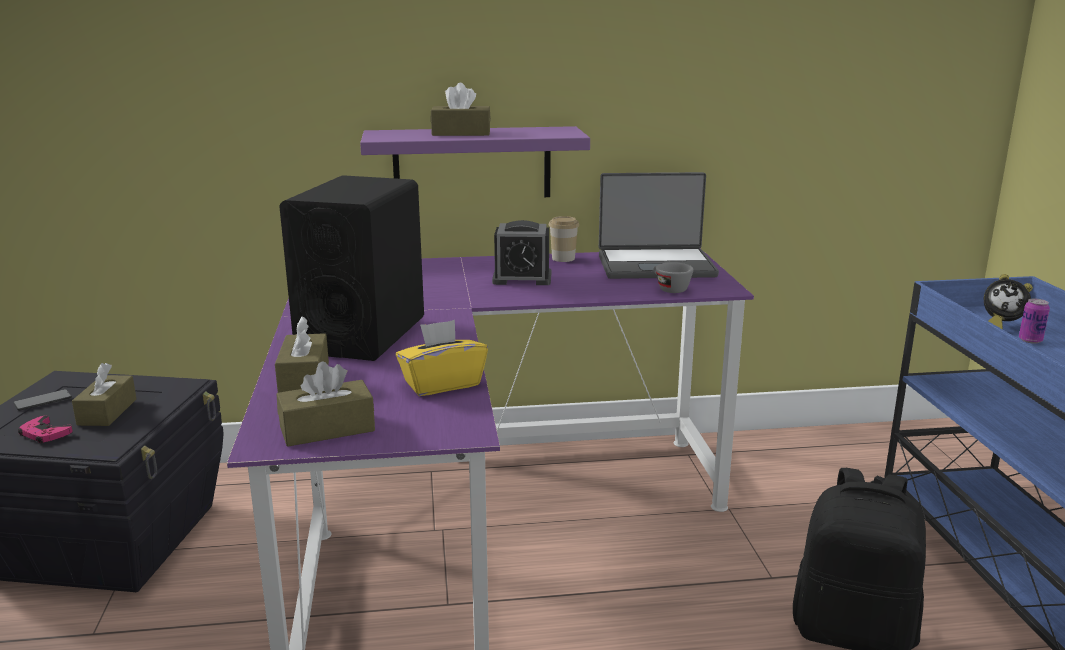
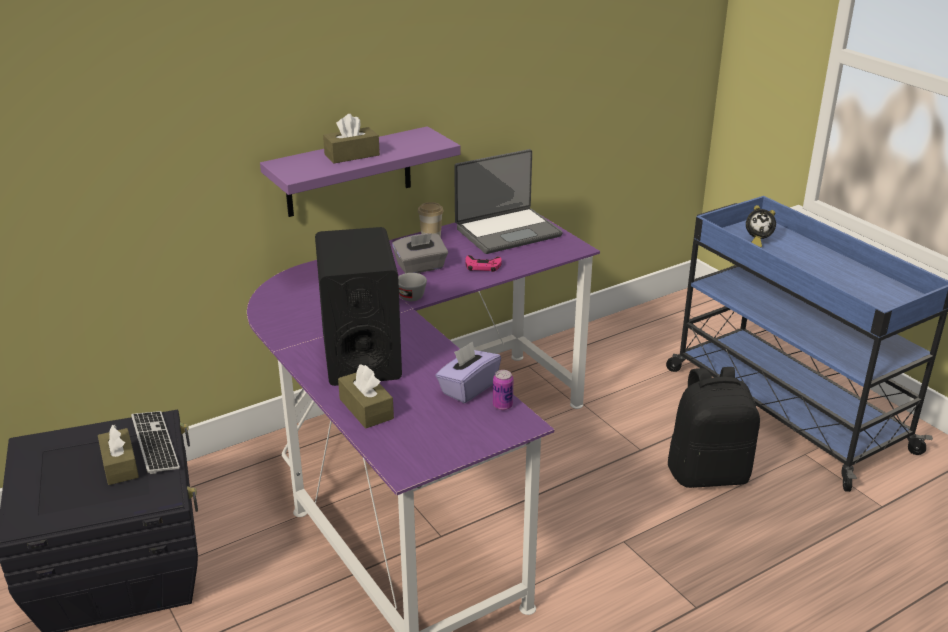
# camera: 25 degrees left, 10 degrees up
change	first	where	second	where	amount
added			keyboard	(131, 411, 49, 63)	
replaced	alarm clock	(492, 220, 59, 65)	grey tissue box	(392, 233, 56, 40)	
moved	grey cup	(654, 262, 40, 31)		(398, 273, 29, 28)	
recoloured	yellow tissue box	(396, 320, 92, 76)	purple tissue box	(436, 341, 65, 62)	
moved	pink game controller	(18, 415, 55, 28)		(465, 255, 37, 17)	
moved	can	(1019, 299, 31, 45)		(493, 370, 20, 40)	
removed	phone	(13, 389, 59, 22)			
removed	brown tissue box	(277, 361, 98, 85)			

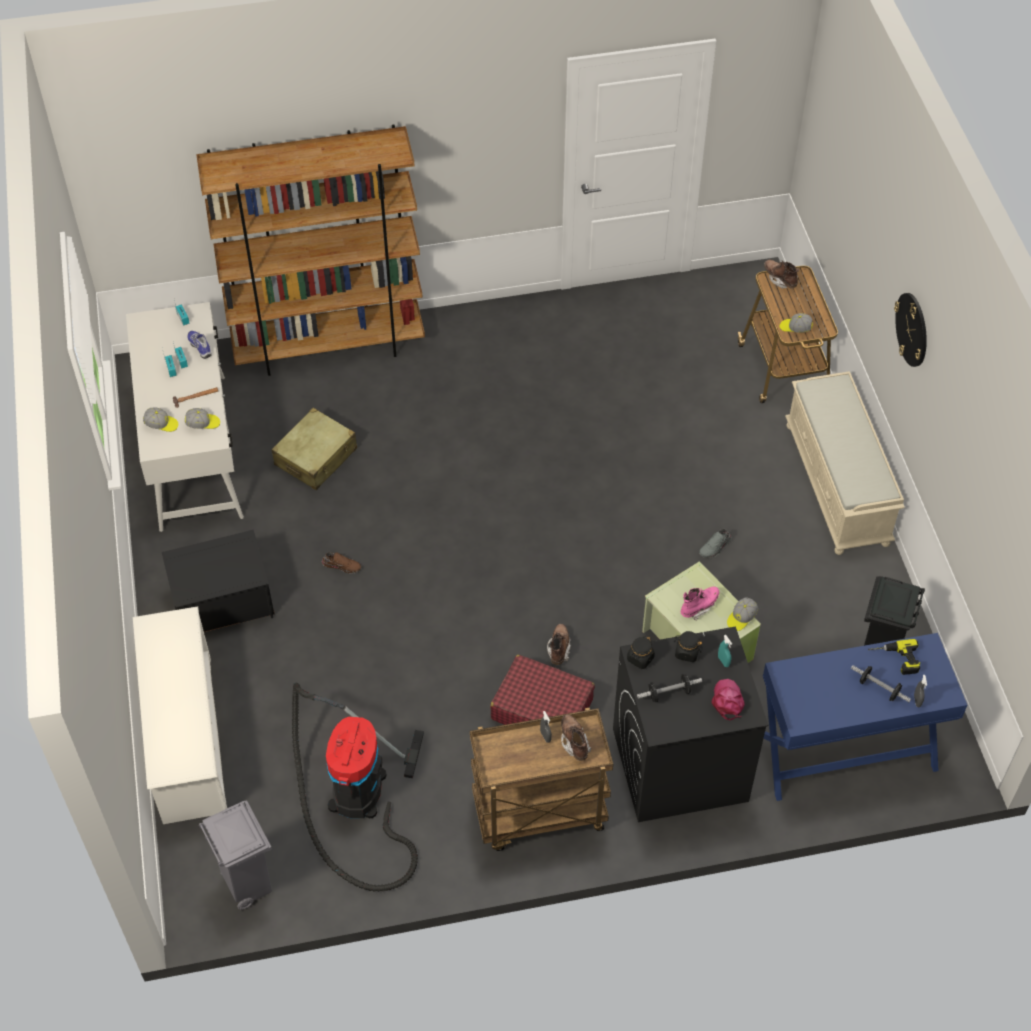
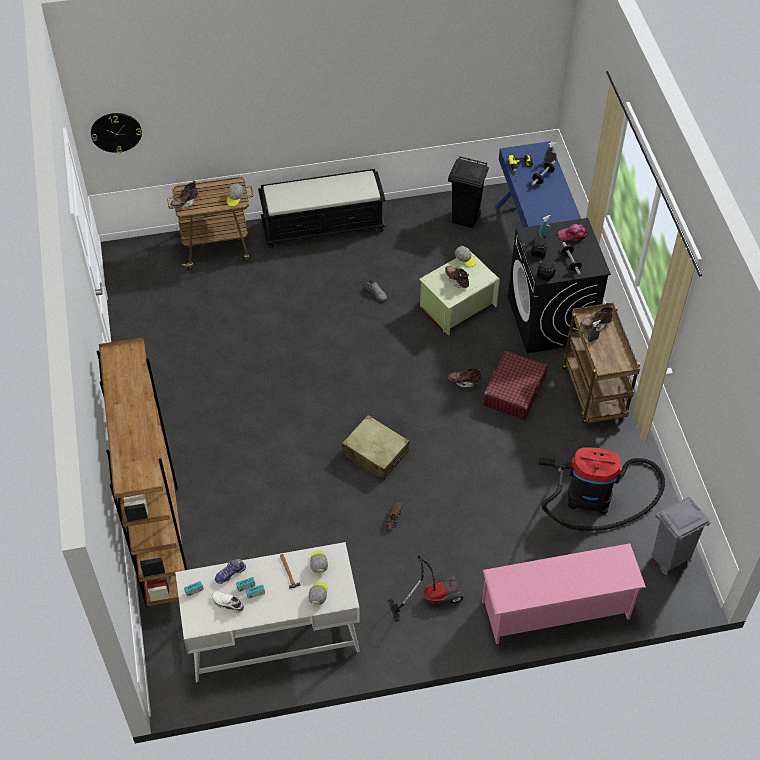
# camera: 90 degrees left, 0 degrees up
change	first	where	second	where	amount
moved	wall clock	(894, 293, 33, 74)		(91, 113, 51, 40)	
added			white shoe	(212, 591, 32, 22)	
recoloured	beige bench	(785, 371, 120, 184)	black bench	(258, 169, 128, 79)	
moved	beige suitcase	(271, 408, 86, 82)		(342, 415, 68, 65)	
replaced	black storage box	(162, 530, 113, 102)	vacuum cleaner	(388, 555, 76, 67)	
recoloured	pink boot	(681, 587, 38, 33)	brown boot	(445, 266, 24, 22)	
recoloured	white shoe rack	(133, 606, 94, 218)	pink shoe rack	(482, 543, 164, 101)	

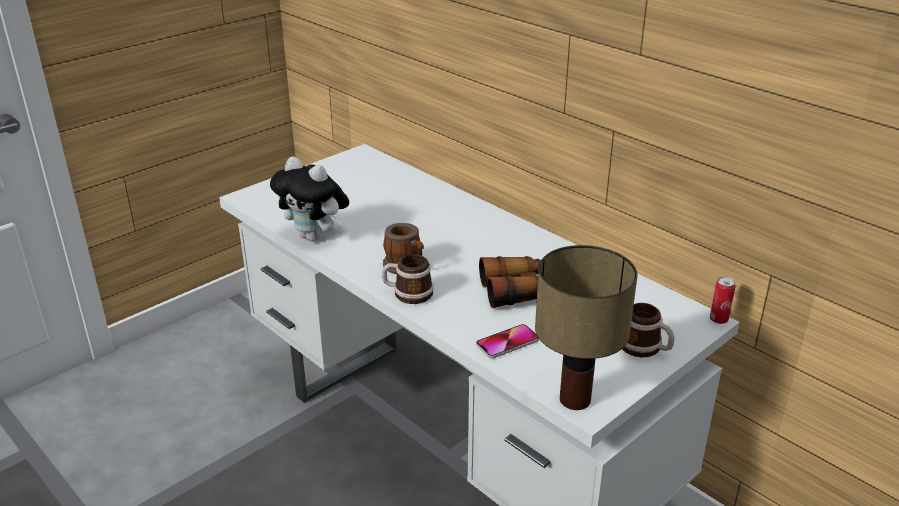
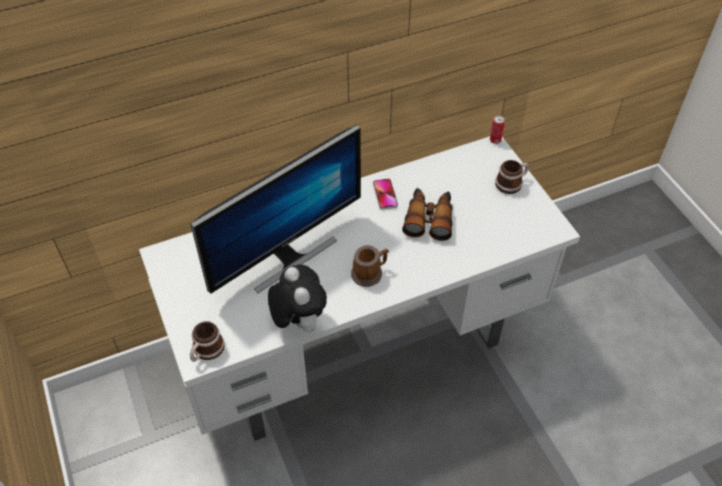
# camera: 70 degrees left, 20 degrees up
change	first	where	second	where	amount
added			monitor	(190, 125, 171, 168)	
moved	mug	(382, 254, 52, 50)		(190, 321, 35, 41)	
turned	plush toy	(270, 157, 79, 85)		(268, 264, 59, 68)	75 degrees counterclockwise
moved	phone	(476, 324, 63, 34)		(373, 179, 25, 31)	
removed	table lamp	(535, 245, 103, 165)			

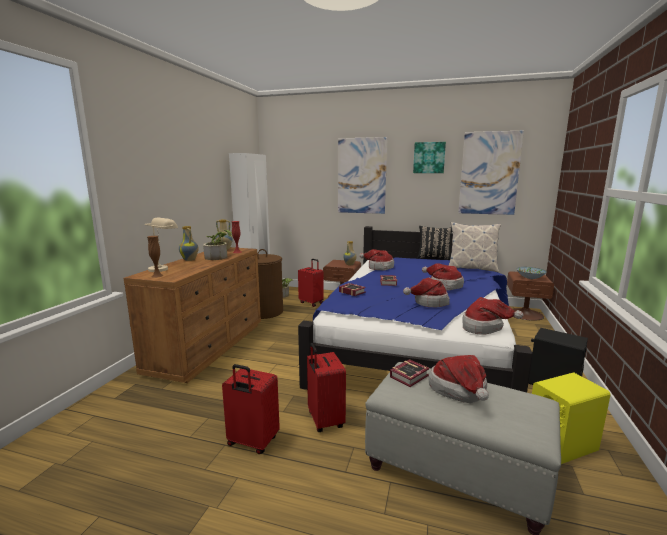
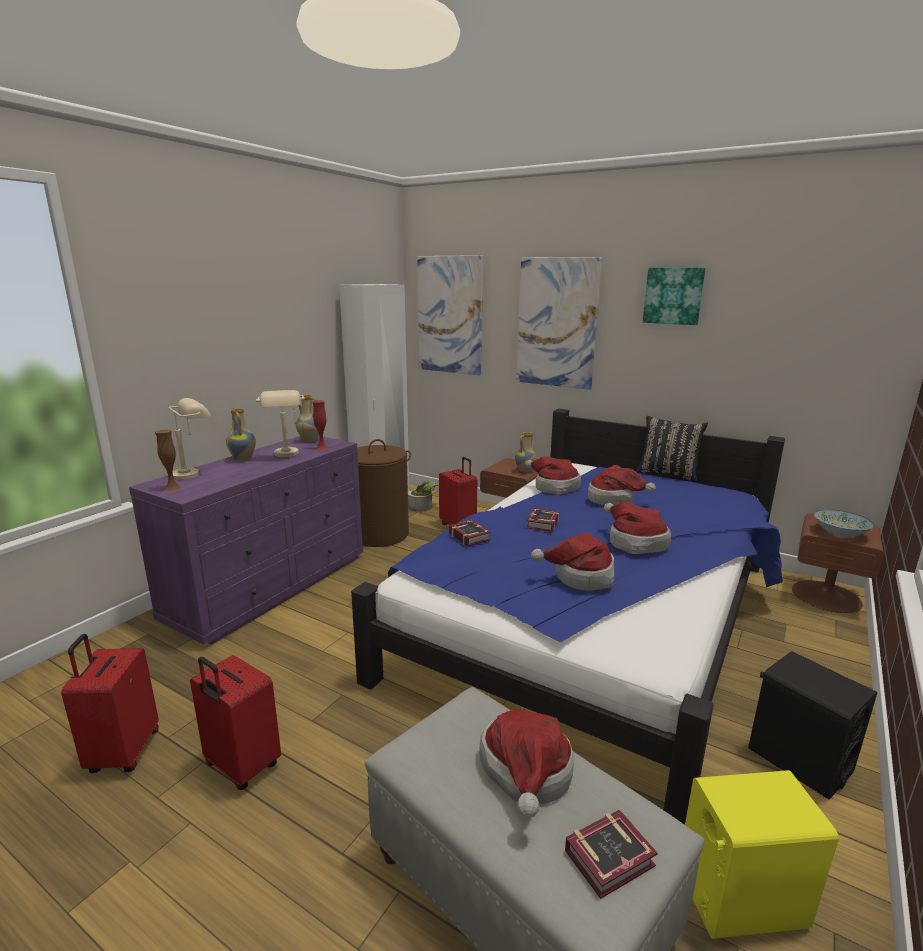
# camera: 15 degrees right, 5 degrees up
change	first	where	second	where	amount
moved	red suitcase	(307, 343, 39, 89)		(61, 634, 98, 139)	
recoloured	brown dresser	(123, 247, 138, 136)	purple dresser	(129, 436, 234, 209)	
replaced	potted plant	(203, 230, 29, 30)	beige table lamp	(256, 390, 49, 67)	
moved	picture	(458, 131, 66, 84)		(417, 255, 66, 121)	
moved	book	(390, 359, 40, 28)		(565, 810, 93, 89)	
moved	hat	(463, 297, 61, 38)		(588, 465, 68, 40)	
removed	pillow	(448, 222, 53, 50)			

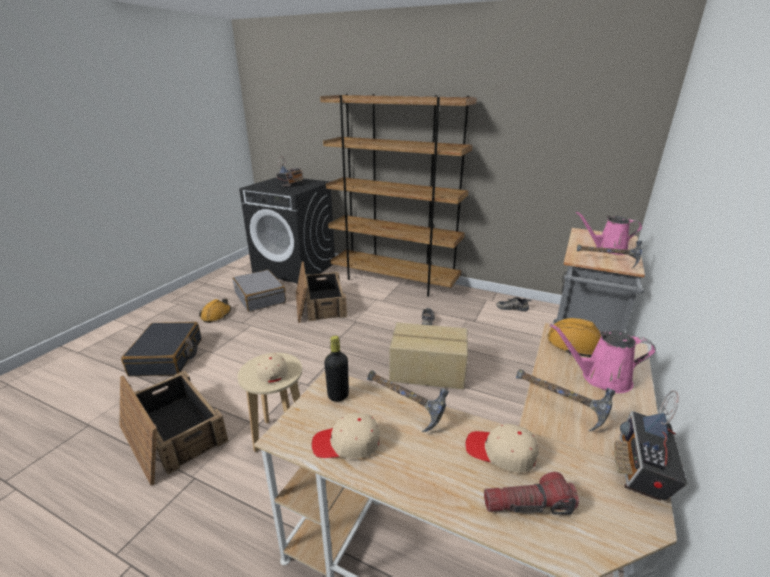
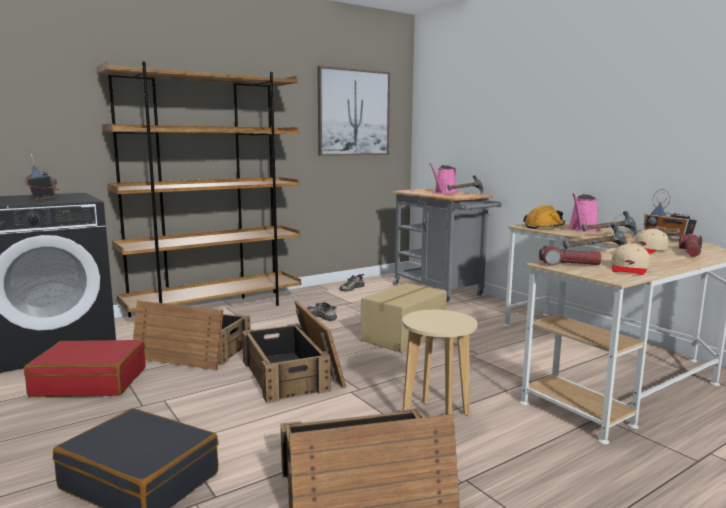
# camera: 60 degrees left, 15 degrees down
change	first	where	second	where	amount
recoloured	grey suitcase	(233, 270, 53, 42)	red suitcase	(24, 340, 121, 57)	
added			crate	(242, 301, 104, 102)	
added			picture	(317, 66, 73, 90)	
replaced	black bottle	(324, 336, 25, 66)	flashlight	(539, 246, 62, 19)	
removed	orange hard hat	(199, 298, 32, 25)			
removed	beige cap	(256, 354, 32, 29)			

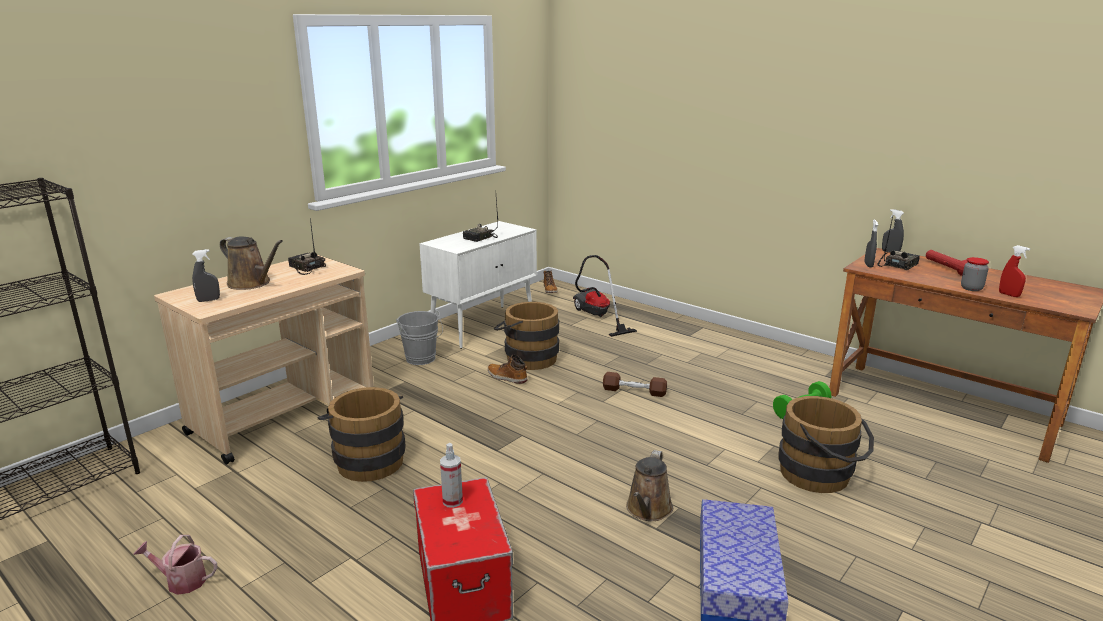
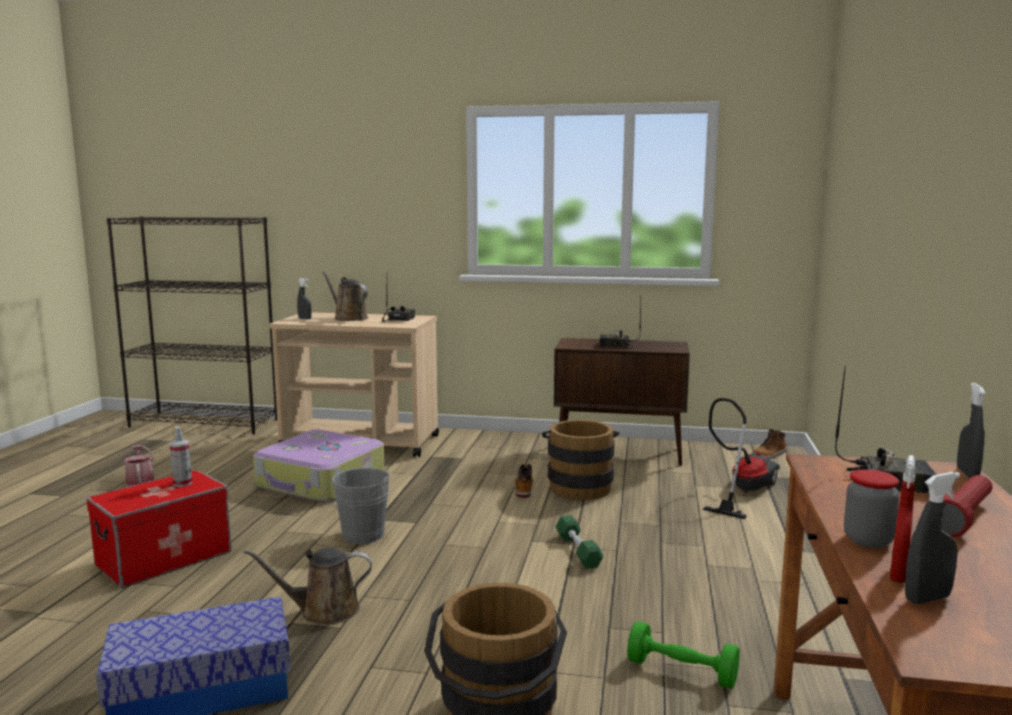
# camera: 60 degrees right, 10 degrees down
change	first	where	second	where	amount
replaced	brown bucket	(317, 387, 89, 95)	suitcase	(253, 430, 132, 72)	
turned	brown watering can	(220, 236, 63, 54)		(322, 271, 46, 50)	135 degrees clockwise
moved	grey bucket	(396, 310, 47, 55)		(323, 467, 67, 77)	
recoloured	white cabinet	(419, 221, 118, 128)	brown cabinet	(554, 338, 136, 128)	
recoloured	brown dumbbell	(603, 372, 64, 25)	green dumbbell	(556, 515, 47, 54)	
moved	grey spray bottle	(864, 219, 14, 49)		(905, 472, 55, 132)	

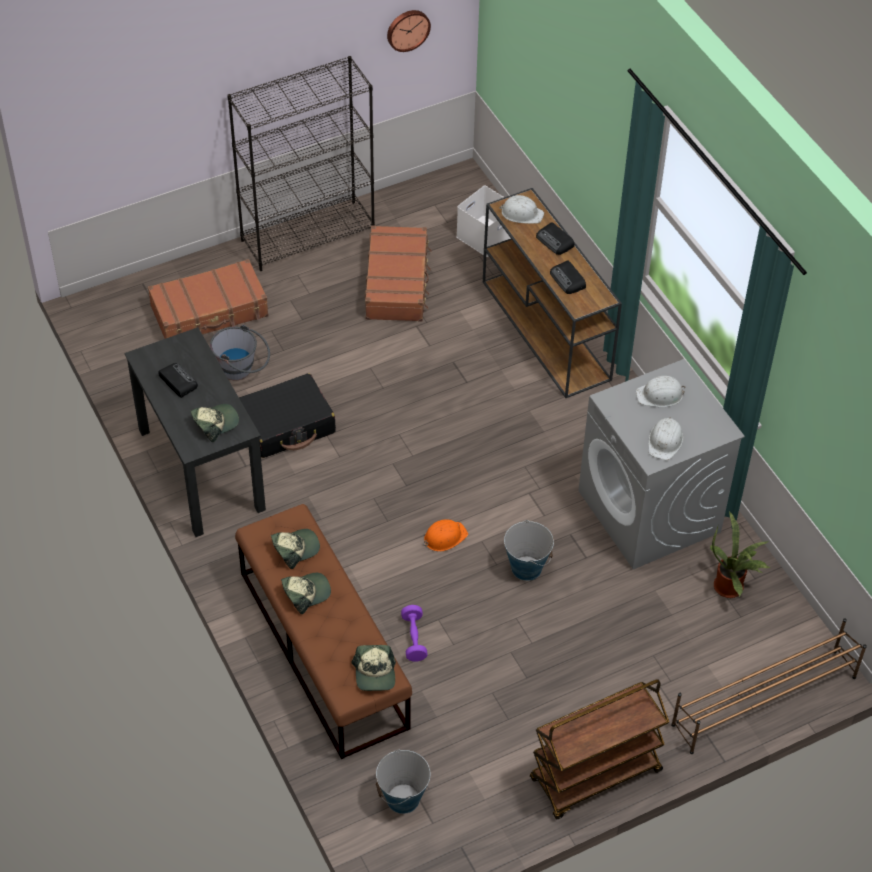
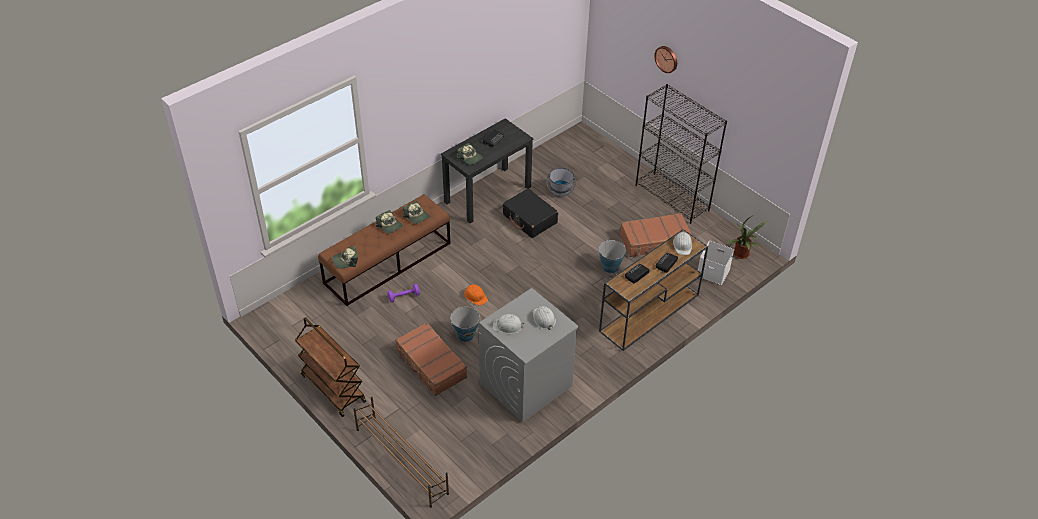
# camera: 75 degrees right, 5 degrees down
change	first	where	second	where	amount
moved	brown suitcase	(148, 259, 121, 80)		(395, 322, 72, 74)	
moved	bucket	(376, 749, 54, 65)		(598, 240, 28, 33)	
moved	wall clock	(387, 10, 44, 42)		(654, 46, 23, 27)	
moved	potted plant	(710, 511, 60, 87)		(727, 216, 40, 43)	

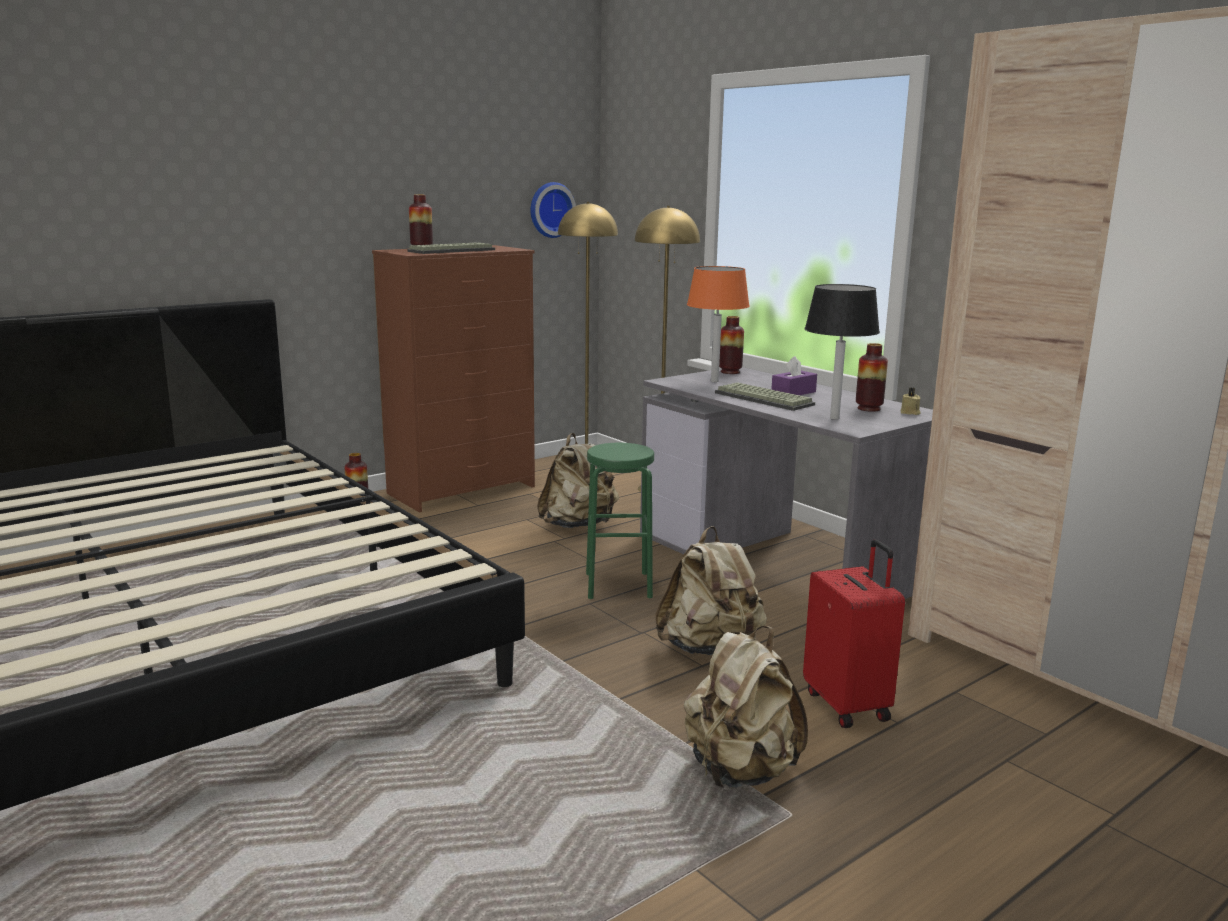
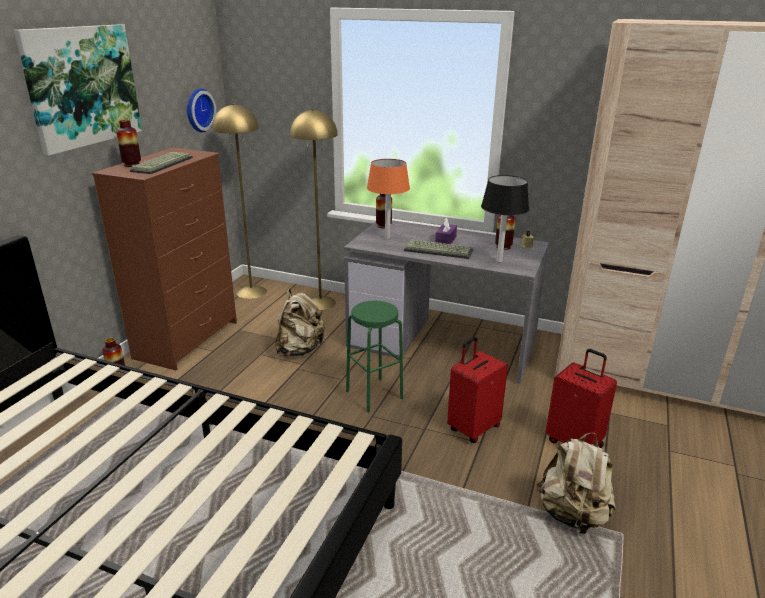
# camera: 30 degrees left, 10 degrees up
change	first	where	second	where	amount
added			picture	(14, 24, 128, 132)	
replaced	beige backpack	(655, 526, 112, 129)	red suitcase	(447, 337, 61, 106)	

